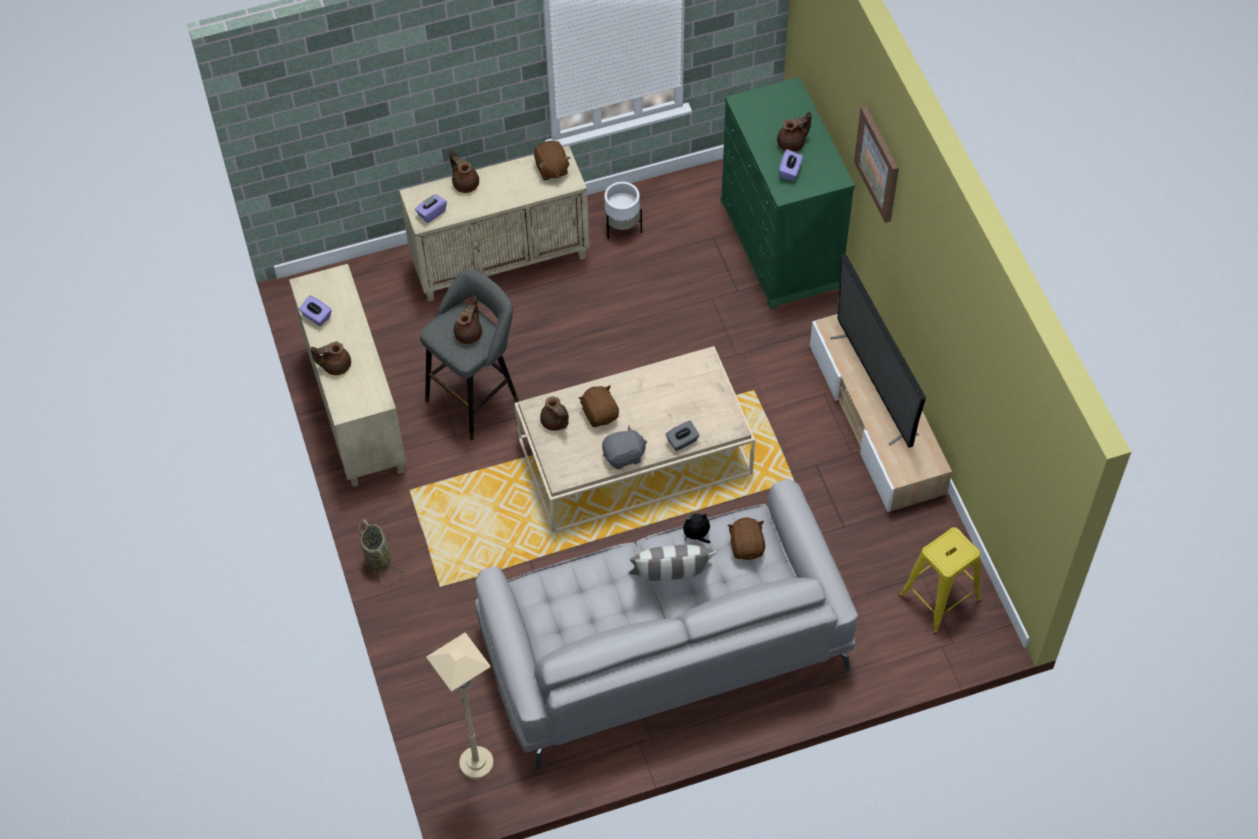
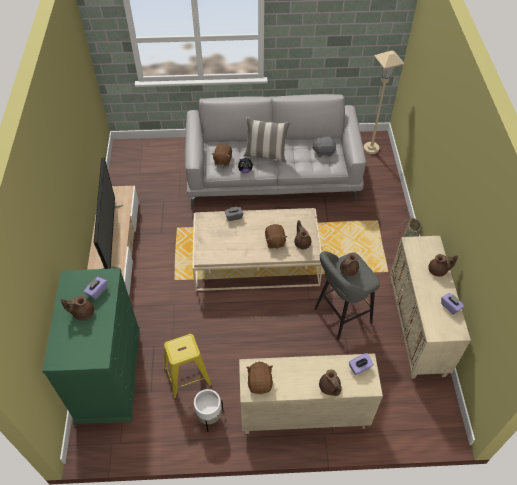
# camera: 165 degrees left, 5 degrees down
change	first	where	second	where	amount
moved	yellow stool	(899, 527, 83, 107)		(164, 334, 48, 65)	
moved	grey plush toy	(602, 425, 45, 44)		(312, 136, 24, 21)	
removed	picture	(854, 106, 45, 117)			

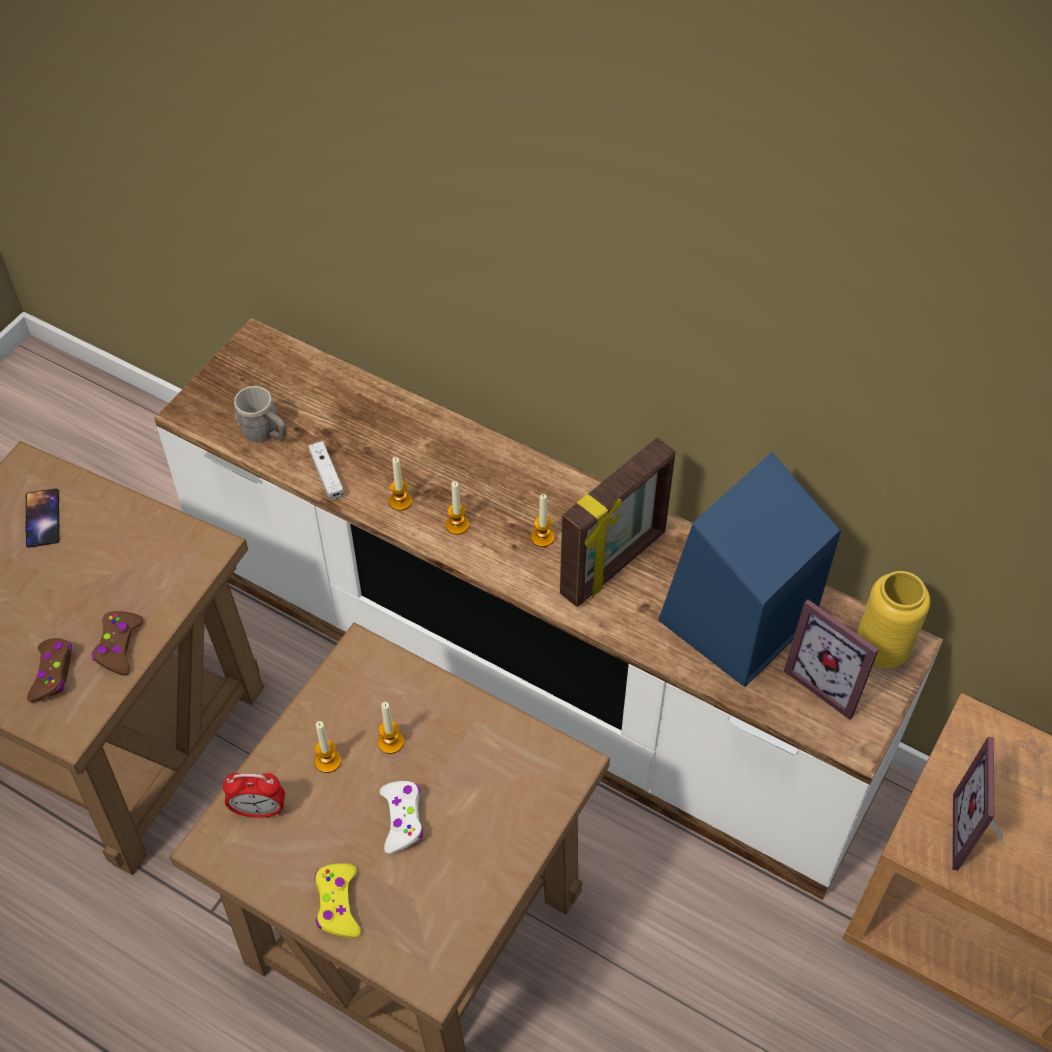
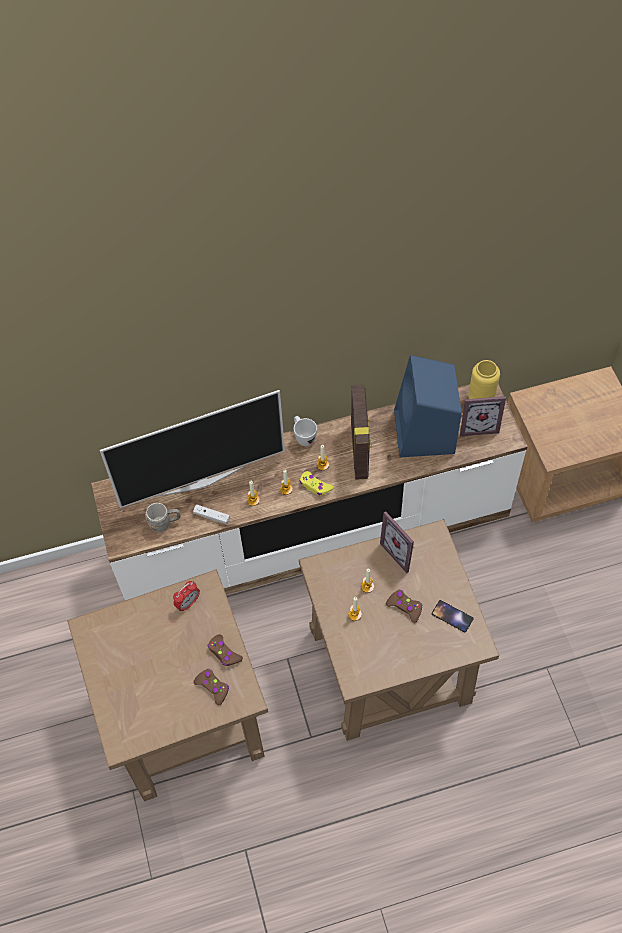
# camera: 45 degrees left, 5 degrees up
change	first	where	second	where	amount
added			television	(100, 390, 185, 118)	
moved	alarm clock	(223, 773, 62, 45)		(173, 581, 27, 31)	
added			white mug	(294, 416, 23, 30)	
moved	yellow game controller	(315, 863, 46, 75)		(299, 471, 34, 24)	
moved	picture frame	(952, 737, 51, 134)		(380, 511, 34, 62)	
recoloured	white game controller	(380, 781, 43, 73)	brown game controller	(386, 590, 37, 33)	
moved	phone	(25, 488, 35, 60)		(432, 600, 42, 32)	

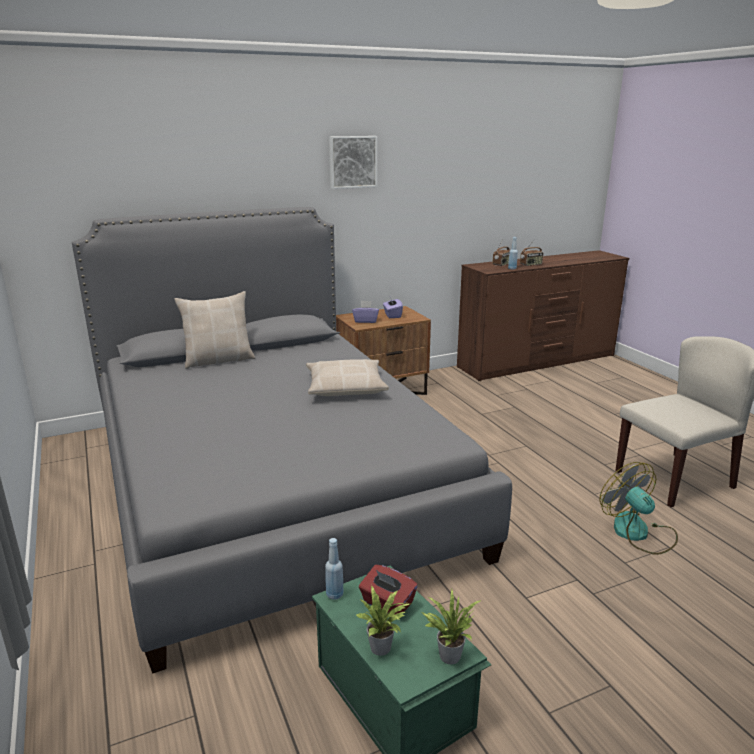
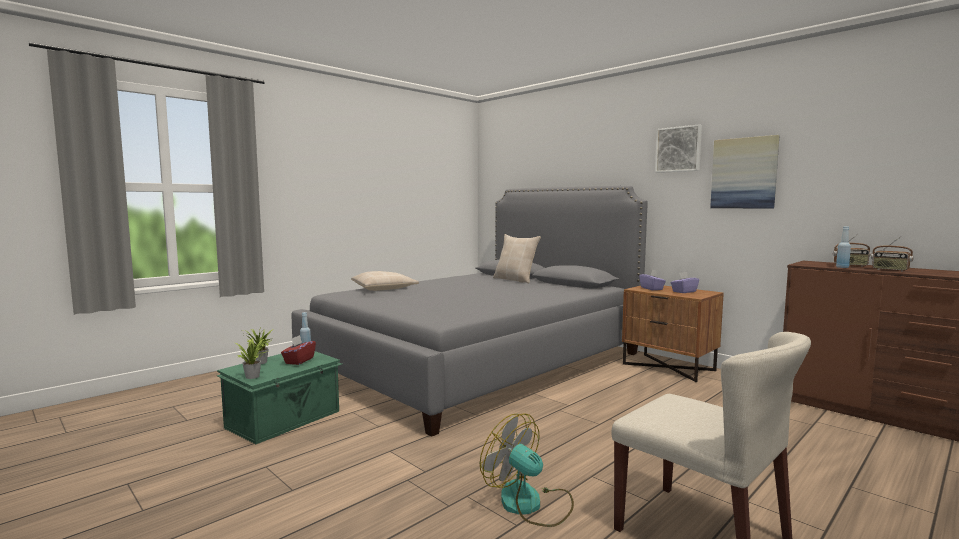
# camera: 70 degrees right, 15 degrees down
change	first	where	second	where	amount
moved	beige pillow	(306, 359, 83, 37)		(351, 271, 68, 20)	
turned	fan	(599, 462, 79, 93)		(480, 413, 94, 114)	90 degrees counterclockwise
added			picture	(710, 135, 70, 74)	

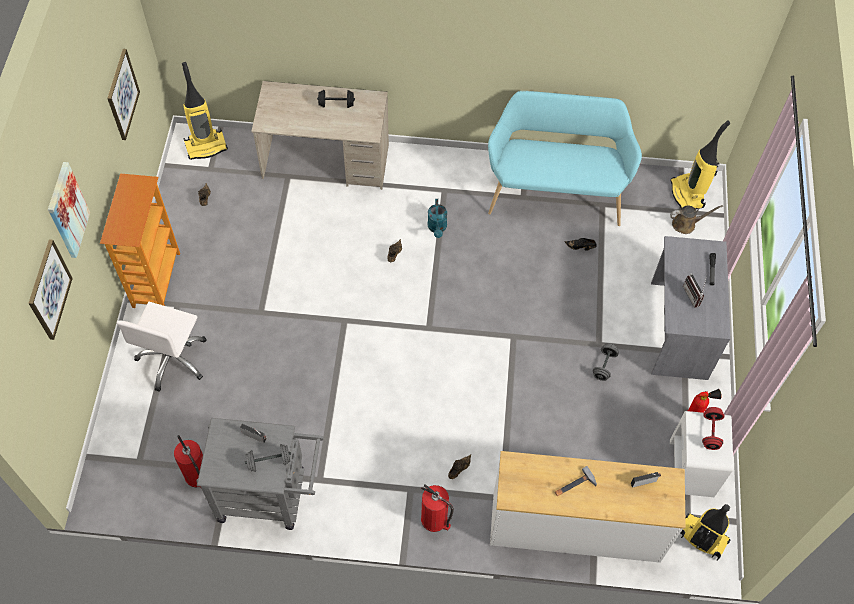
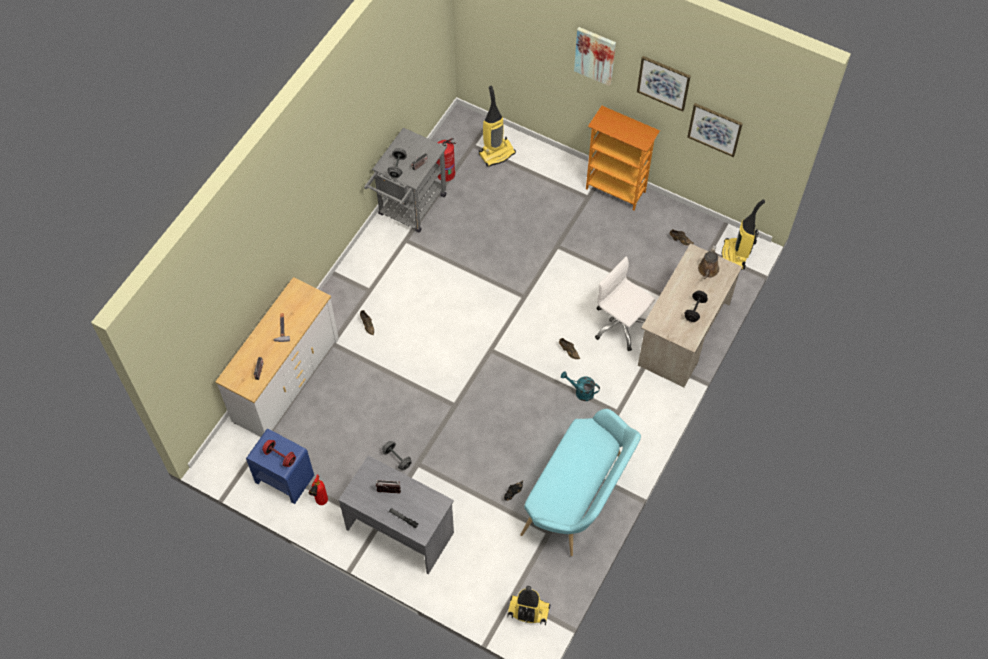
# camera: 115 degrees right, 0 degrees up
change	first	where	second	where	amount
recoloured	white nightstand	(670, 411, 63, 86)	blue nightstand	(246, 429, 68, 75)	
moved	vacuum cleaner	(681, 504, 49, 56)		(479, 86, 37, 81)	
moved	white office chair	(116, 302, 91, 90)		(595, 257, 60, 94)	
moved	picture	(28, 239, 45, 101)		(637, 56, 54, 56)	
moved	brown watering can	(670, 205, 53, 29)		(698, 246, 21, 33)	
removed	fire extinguisher	(421, 484, 33, 48)			

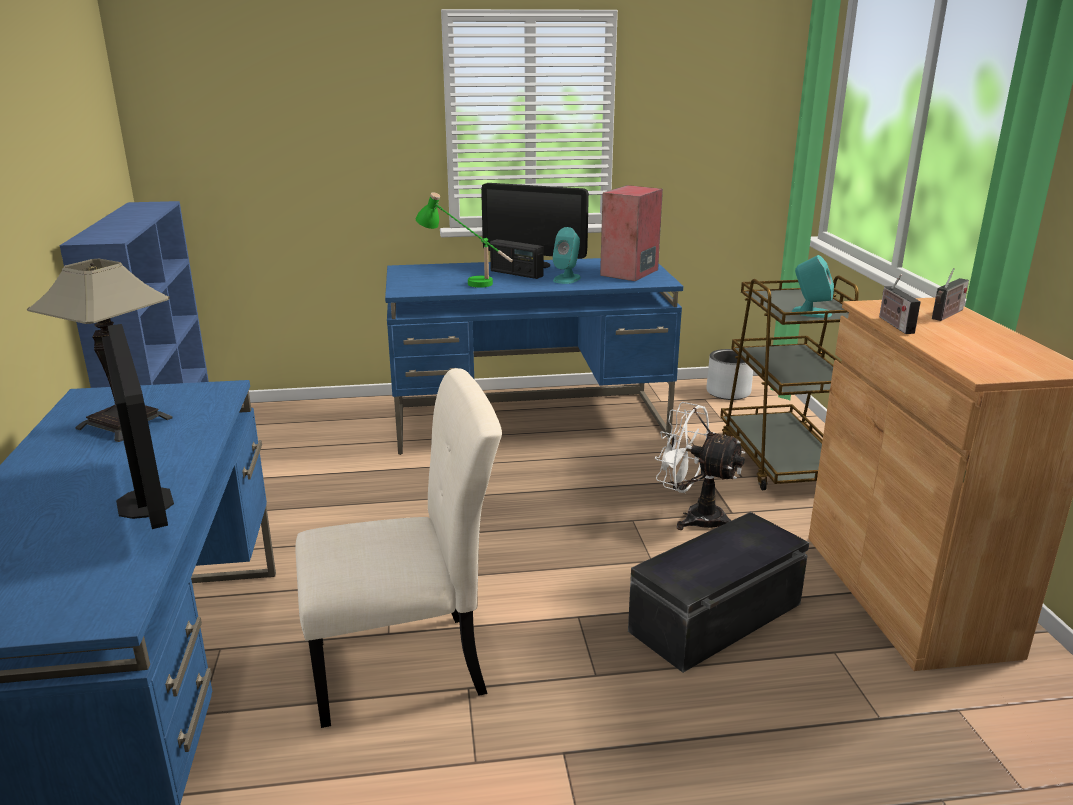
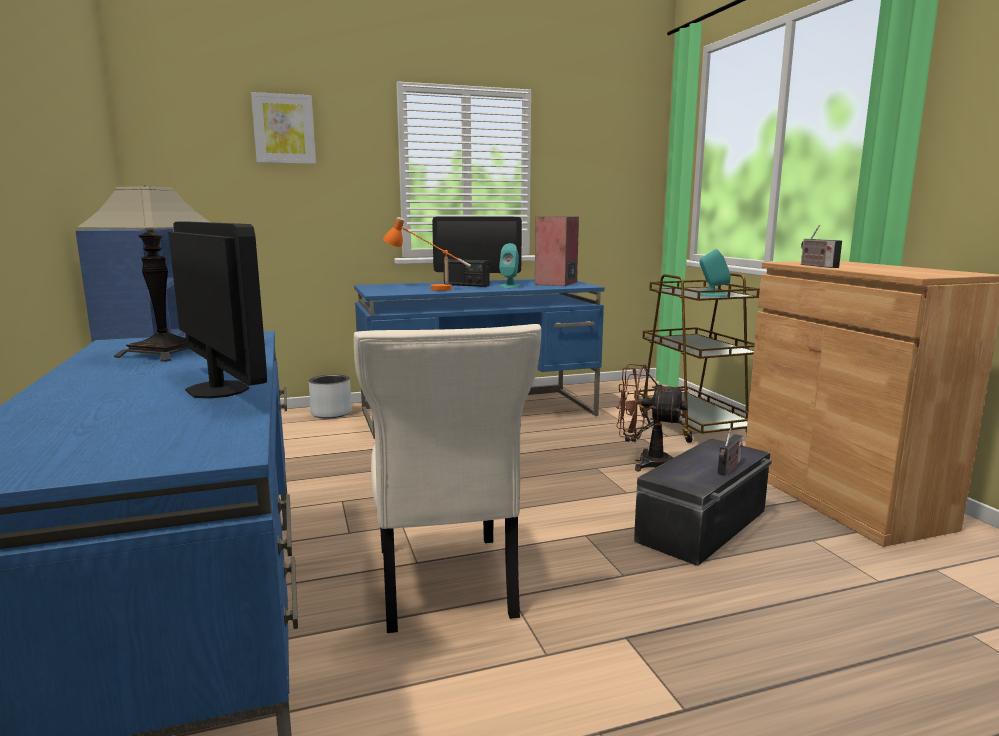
# camera: 10 degrees left, 10 degrees down
change	first	where	second	where	amount
added			picture	(251, 92, 65, 72)	
moved	grey planter	(707, 349, 46, 51)		(309, 374, 43, 45)	
turned	beige chair	(295, 368, 207, 360)		(354, 324, 187, 309)	105 degrees clockwise
recoloured	green table lamp	(416, 192, 97, 96)	orange table lamp	(383, 217, 88, 74)	
recoloured	white fan	(655, 402, 90, 128)	brown fan	(616, 364, 72, 108)	
moved	radio	(932, 268, 37, 53)		(717, 428, 26, 48)	

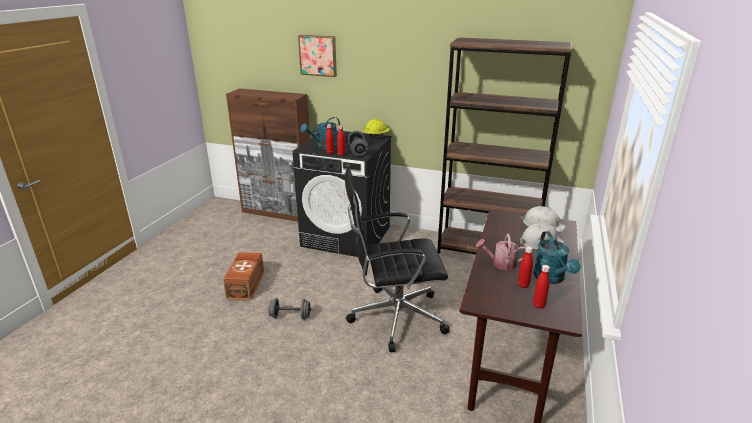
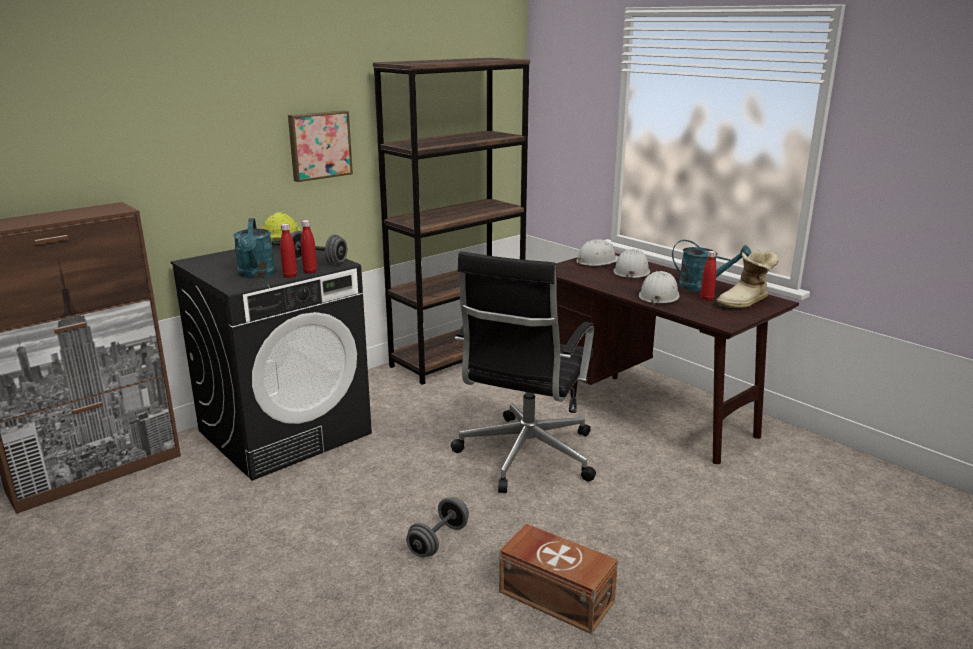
# camera: 60 degrees left, 5 degrees down
change	first	where	second	where	amount
moved	picture	(298, 35, 39, 42)		(288, 110, 65, 72)	
moved	brown storage box	(223, 252, 41, 49)		(499, 524, 119, 110)	
replaced	watering can	(476, 234, 50, 36)	white hard hat	(639, 271, 40, 34)	
replaced	red bottle	(533, 265, 17, 44)	boot	(716, 250, 63, 60)	

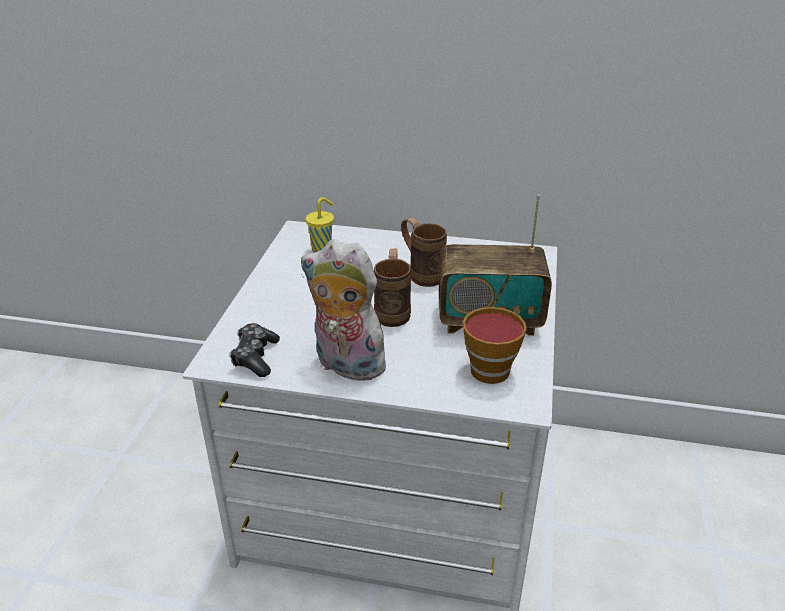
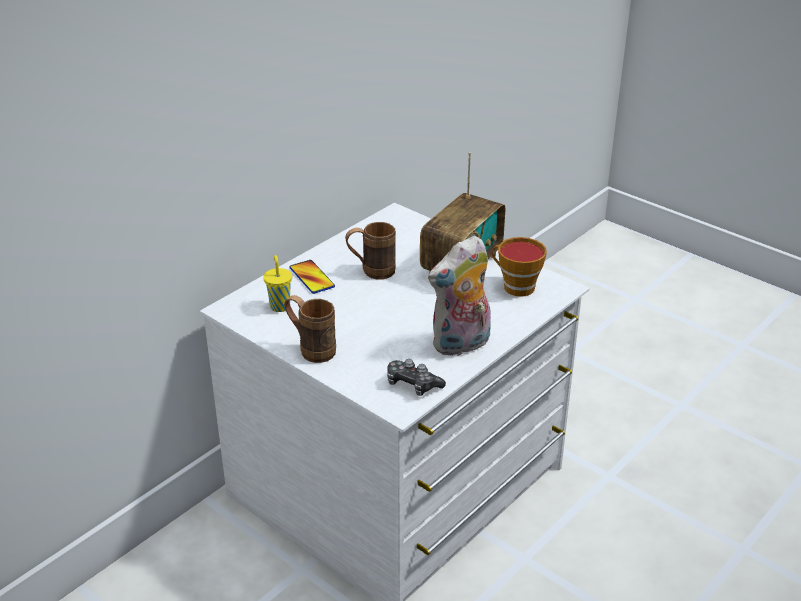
# camera: 60 degrees left, 0 degrees up
change	first	where	second	where	amount
moved	brown mug	(374, 249, 38, 78)		(284, 295, 52, 68)	
added			phone	(289, 260, 46, 34)	

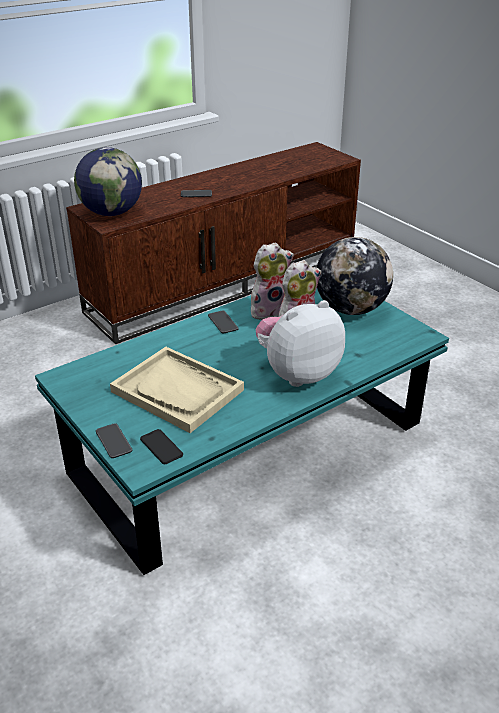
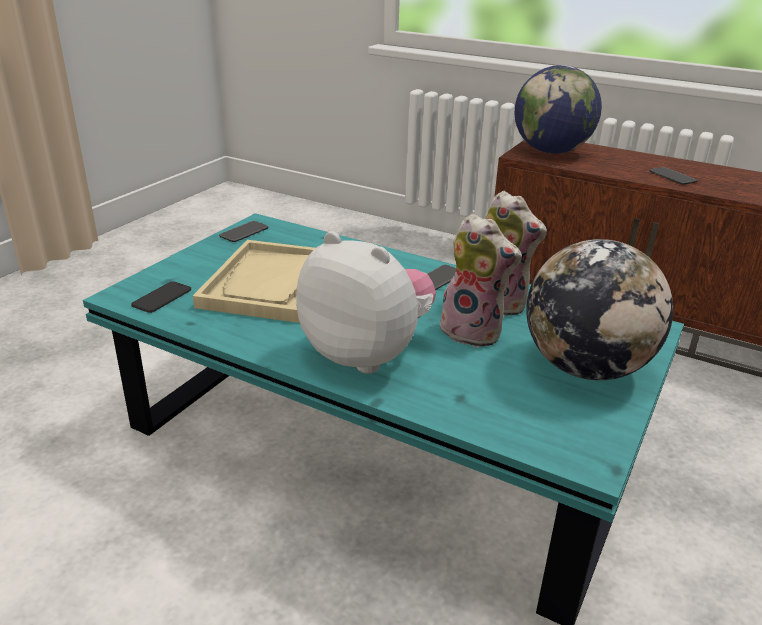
# camera: 65 degrees right, 5 degrees down
change	first	where	second	where	amount
moved	phone	(96, 423, 36, 35)		(219, 221, 49, 21)	

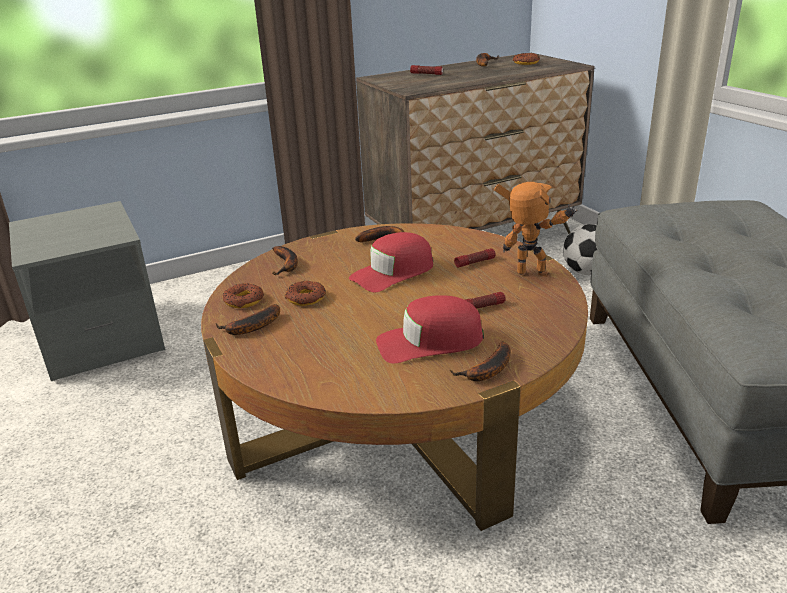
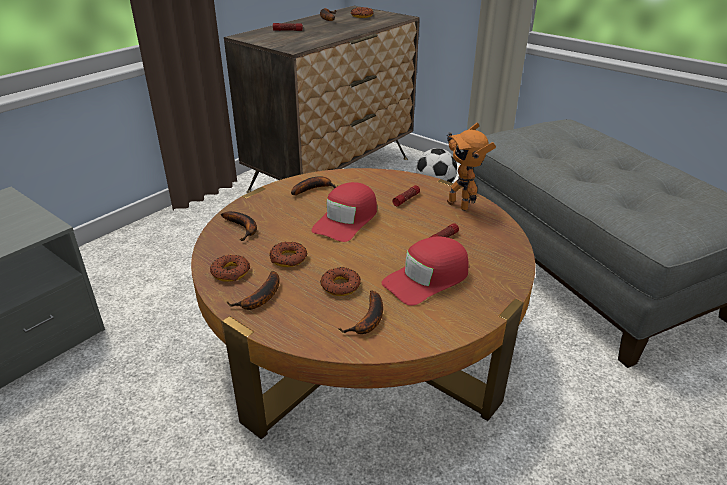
# camera: 25 degrees left, 5 degrees up
change	first	where	second	where	amount
added			donut	(321, 267, 40, 29)	
moved	banana	(450, 341, 61, 40)		(339, 290, 44, 44)	
turned	toy robot	(494, 182, 84, 95)		(447, 123, 49, 88)	120 degrees counterclockwise

